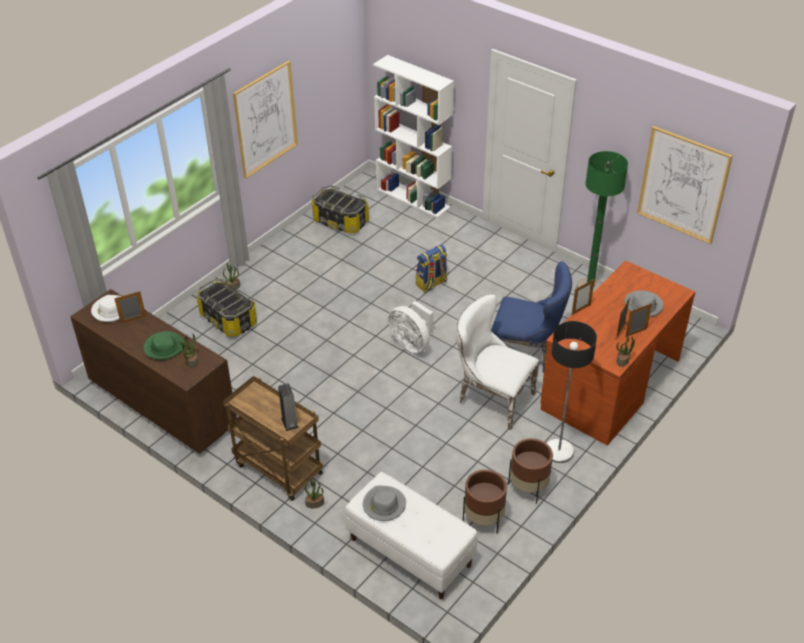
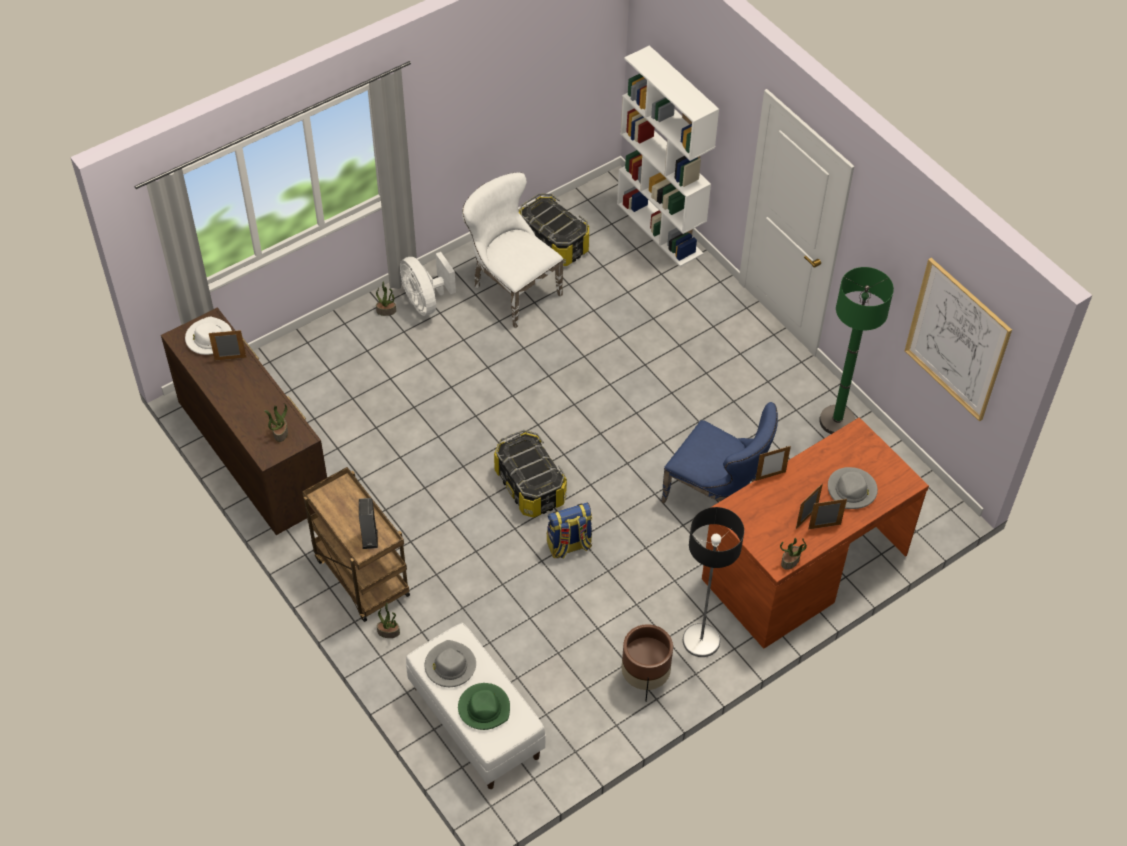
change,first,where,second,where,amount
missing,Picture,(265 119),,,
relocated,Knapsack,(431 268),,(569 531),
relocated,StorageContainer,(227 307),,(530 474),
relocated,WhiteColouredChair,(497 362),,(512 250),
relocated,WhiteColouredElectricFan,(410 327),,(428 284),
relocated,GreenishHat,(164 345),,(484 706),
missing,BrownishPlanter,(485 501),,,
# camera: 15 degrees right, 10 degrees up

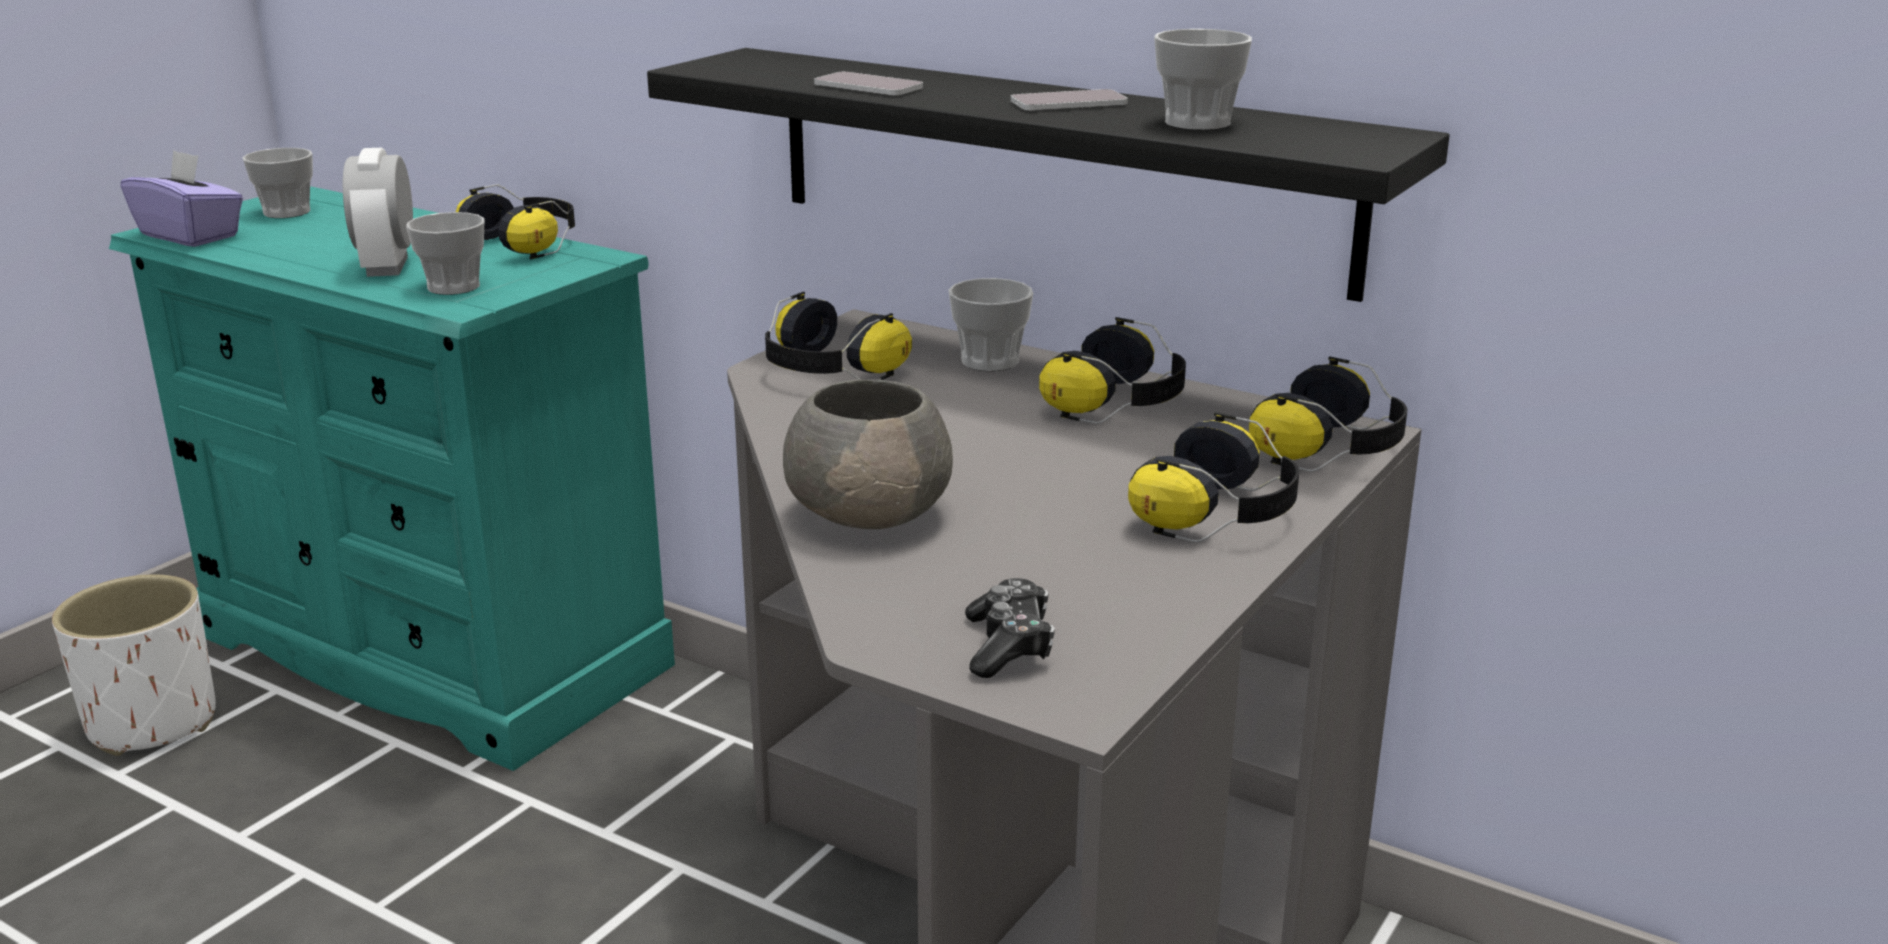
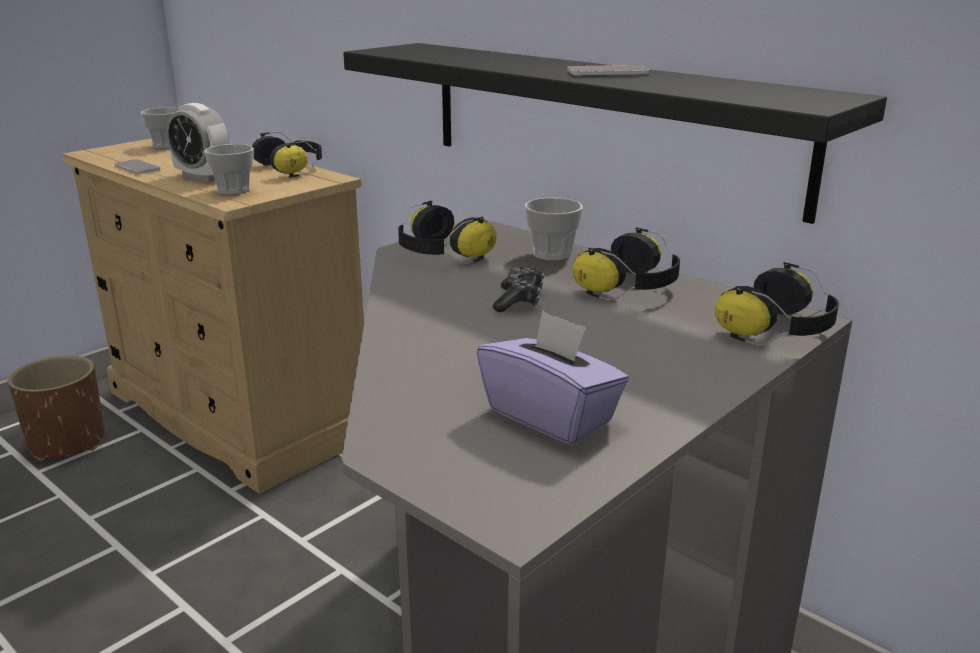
change,first,where,second,where,amount
missing,SmallCup,(1203 79),,,
relocated,Telephone,(868 83),,(137 166),
spun,TableClock,(378 212),,(197 142),60 degrees counterclockwise
relocated,PurpleColouredBoxOfTissues,(182 198),,(553 377),
colour,TurquoiseColouredDresser,(392 478),BeigeColouredDresser,(212 316),
missing,GreyishServingBowl,(868 454),,,
missing,PairOfHeadphones,(1213 477),,,
colour,WhiteColouredPlanter,(134 665),BrownishPlanter,(56 408),
relocated,Gamepad,(1010 628),,(518 289),
# camera: 10 degrees right, 0 degrees up

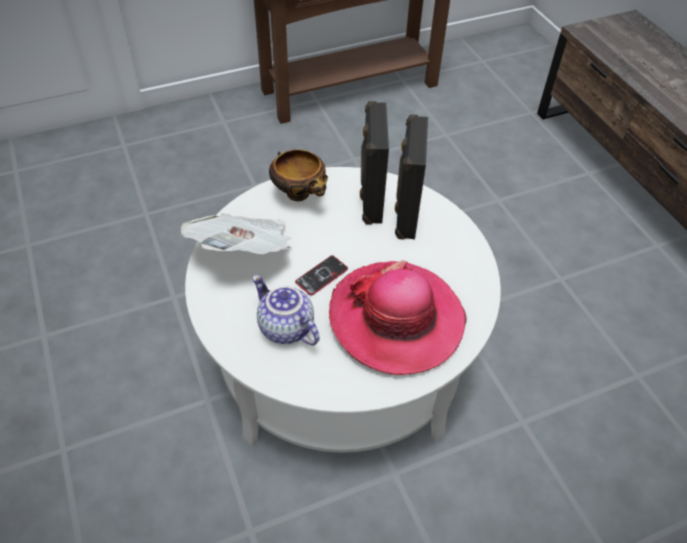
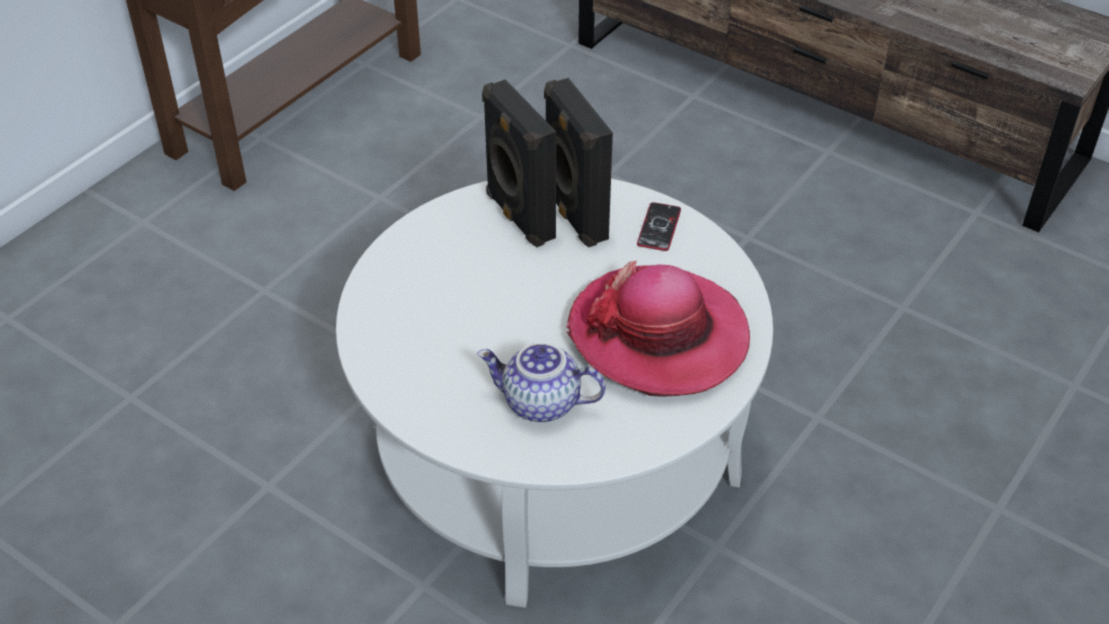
change,first,where,second,where,amount
missing,ServingBowl,(298 175),,,
missing,PrintedPaper,(236 233),,,
relocated,Telephone,(321 275),,(659 226),
# camera: 30 degrees left, 5 degrees down

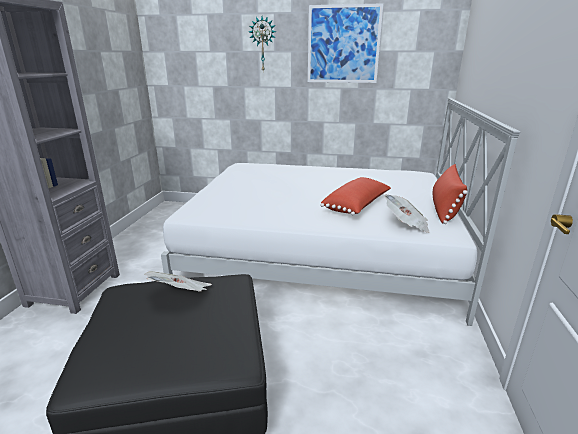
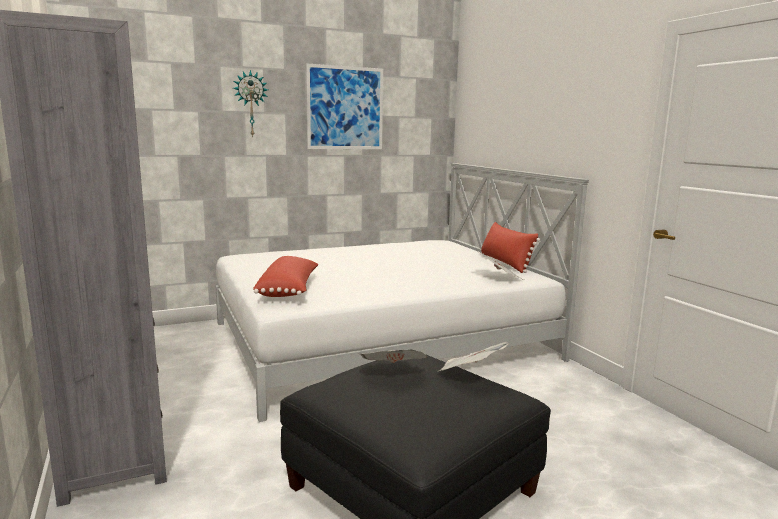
change,first,where,second,where,amount
relocated,RedThrowPillow,(356 196),,(286 276),
appeared,,,PrintedPaper,(474 356),
# camera: 35 degrees left, 10 degrees down

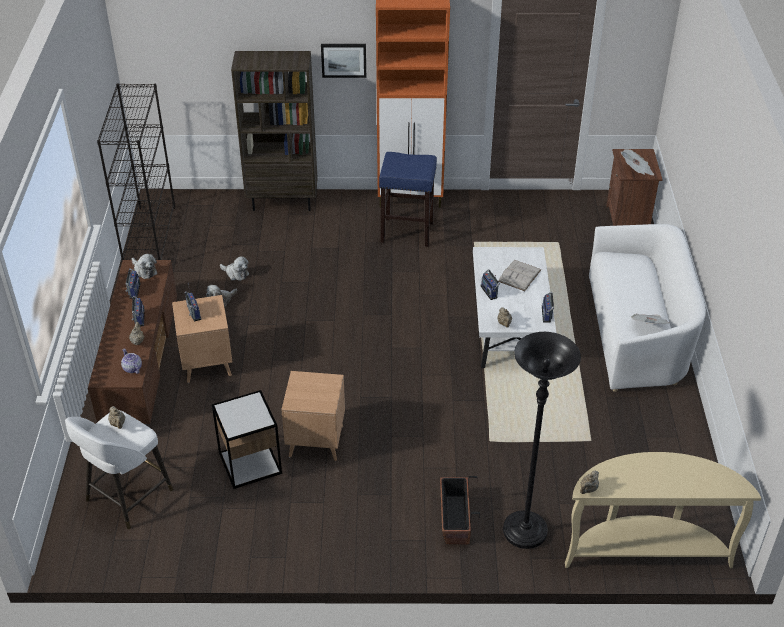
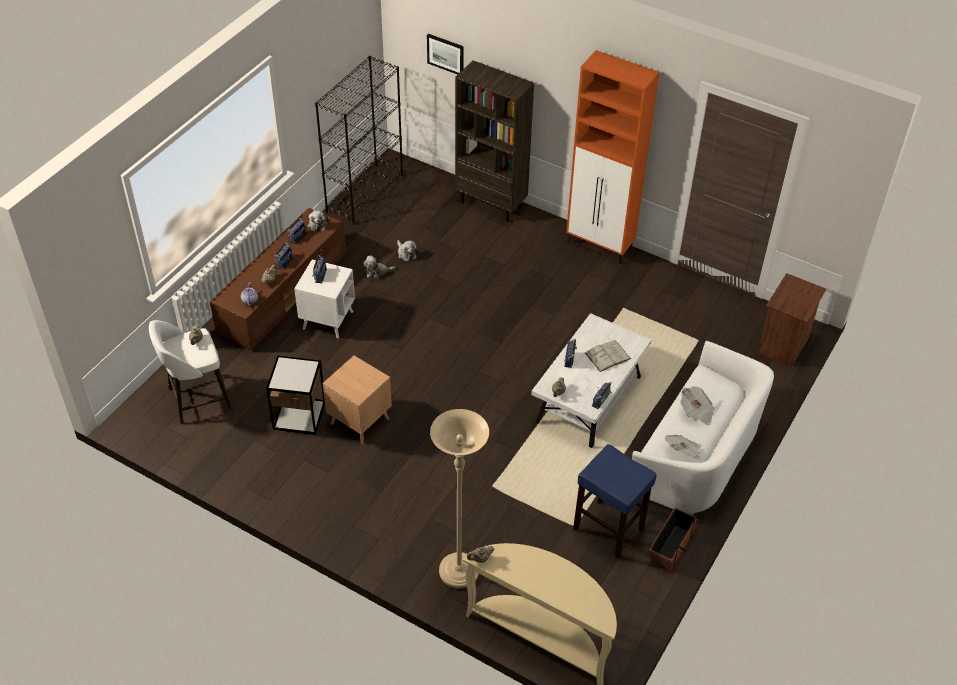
change,first,where,second,where,amount
relocated,Picture,(343 61),,(445 54),
relocated,PrintedPaper,(637 162),,(697 406),
relocated,BlueColouredStool,(408 199),,(615 501),
colour,BrownishEndTable,(202 339),WhiteColouredEndTable,(324 299),
colour,BlackStandingLamp,(542 440),BeigeColouredStandingLamp,(459 499),
relocated,Planter,(460 510),,(676 539),
# camera: 30 degrees right, 5 degrees up

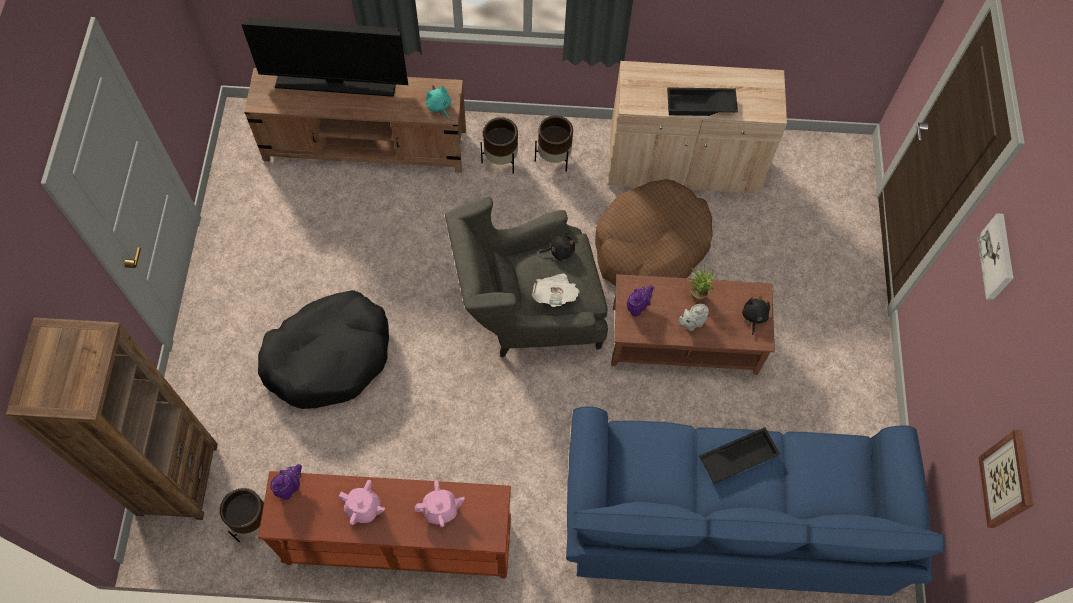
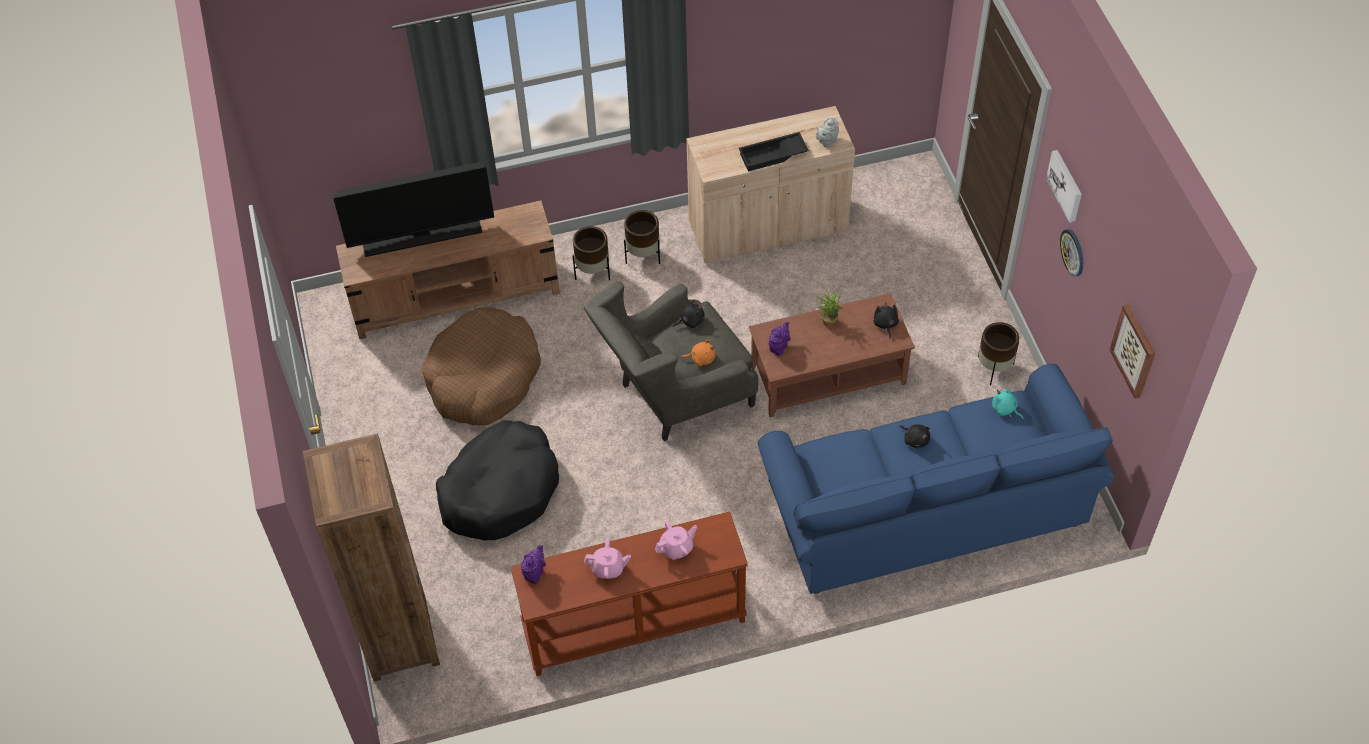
change,first,where,second,where,amount
relocated,TurquoiseColouredSoftToy,(438 102),,(1007 403),
relocated,BrownishPetBed,(654 232),,(481 367),
exchanged,PrintedPaper,(556 290),OrangeColouredSoftToy,(698 352),
relocated,GreyishTeapot,(693 317),,(827 133),
exchanged,BlackTray,(739 455),BlackSoftToy,(914 436),
relocated,BrownishPlanter,(242 515),,(998 353),
appeared,,,HangingClock,(1071 252),
# camera: 15 degrees left, 10 degrees down

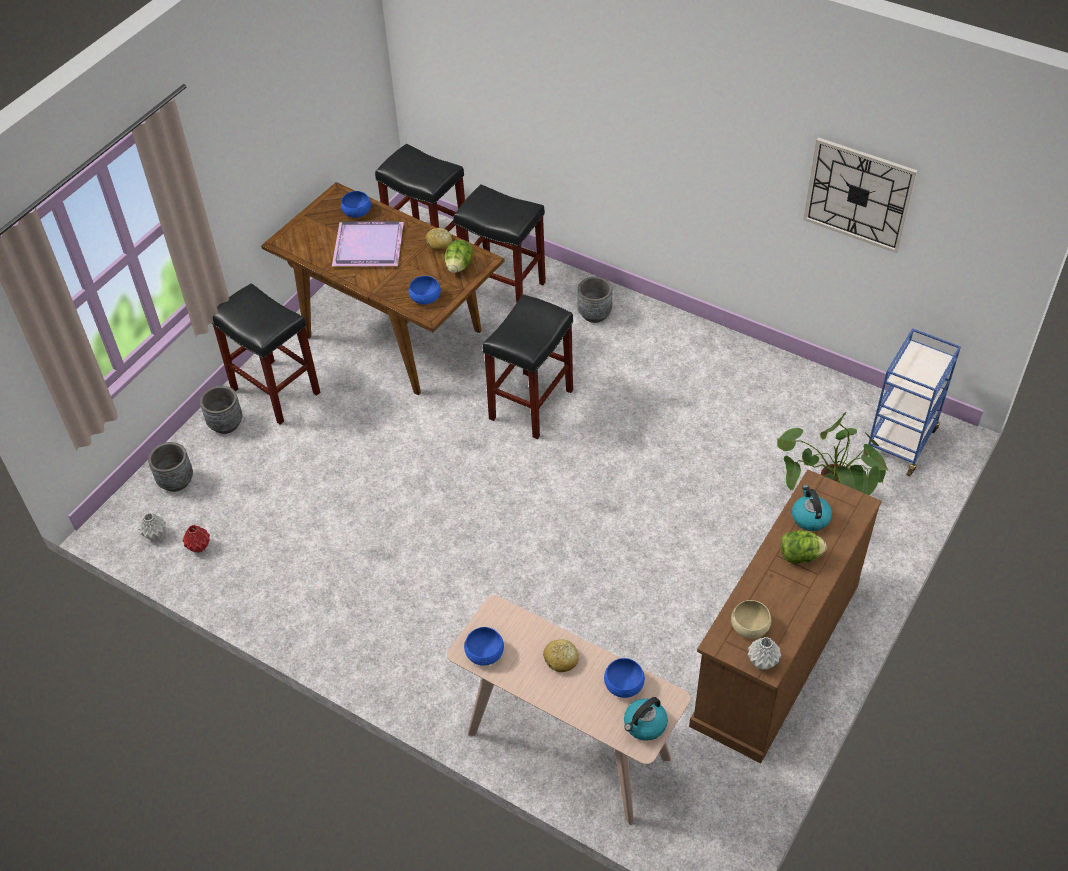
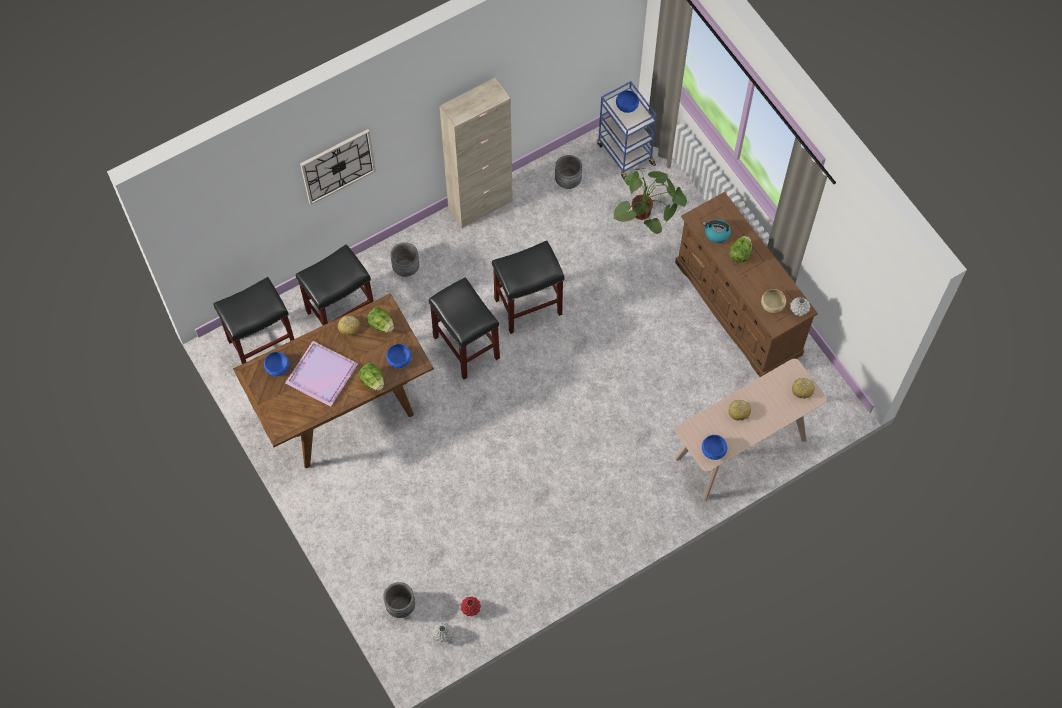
change,first,where,second,where,amount
relocated,HangingClock,(860 195),,(338 167),
relocated,BlackStool,(265 354),,(528 287),
relocated,GreyishPlanter,(221 410),,(568 172),
relocated,BlueColouredServingBowl,(624 678),,(627 101),
exchanged,Kettle,(646 719),Bread,(803 388),
appeared,,,BeigeColouredStorageCabinet,(476 152),
appeared,,,LettuceHead,(371 377),
# camera: 65 degrees left, 15 degrees up

